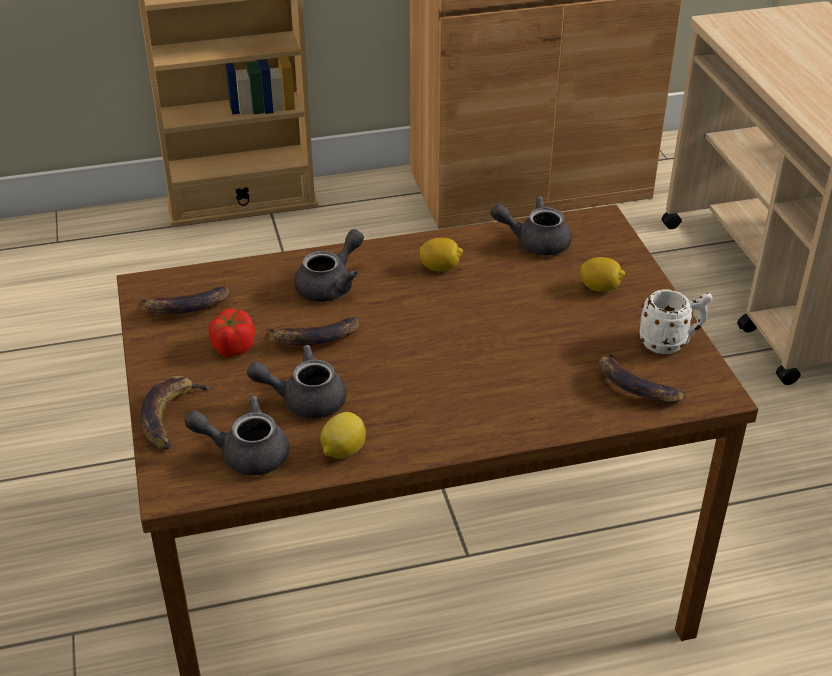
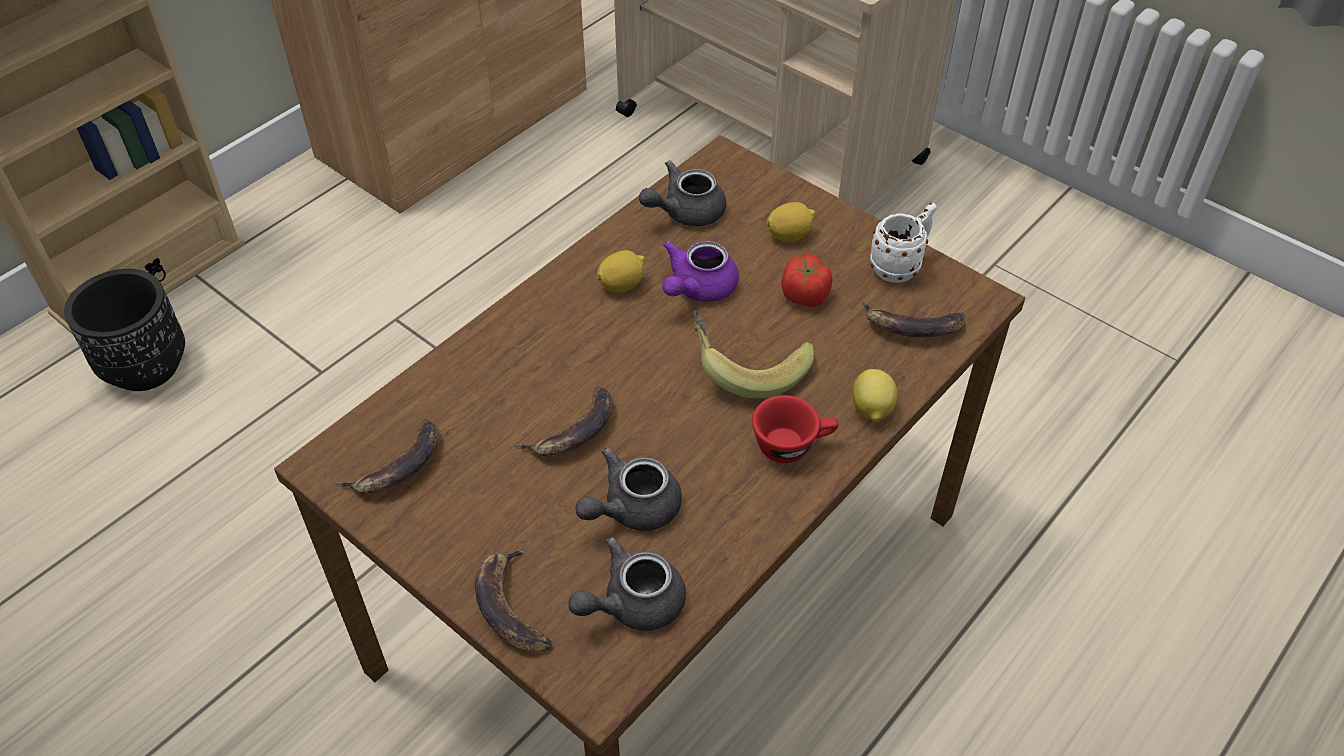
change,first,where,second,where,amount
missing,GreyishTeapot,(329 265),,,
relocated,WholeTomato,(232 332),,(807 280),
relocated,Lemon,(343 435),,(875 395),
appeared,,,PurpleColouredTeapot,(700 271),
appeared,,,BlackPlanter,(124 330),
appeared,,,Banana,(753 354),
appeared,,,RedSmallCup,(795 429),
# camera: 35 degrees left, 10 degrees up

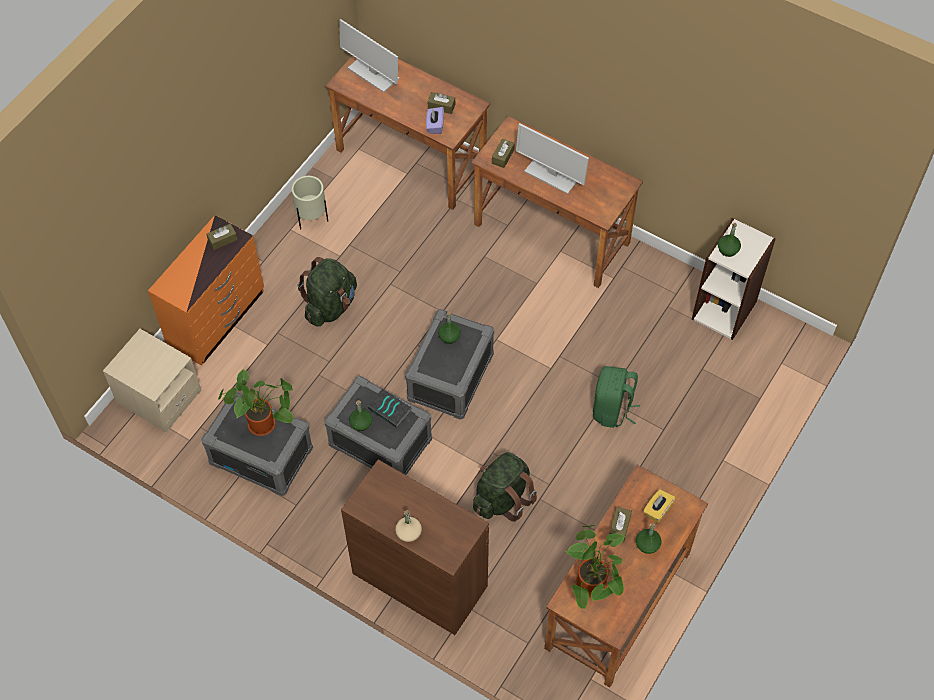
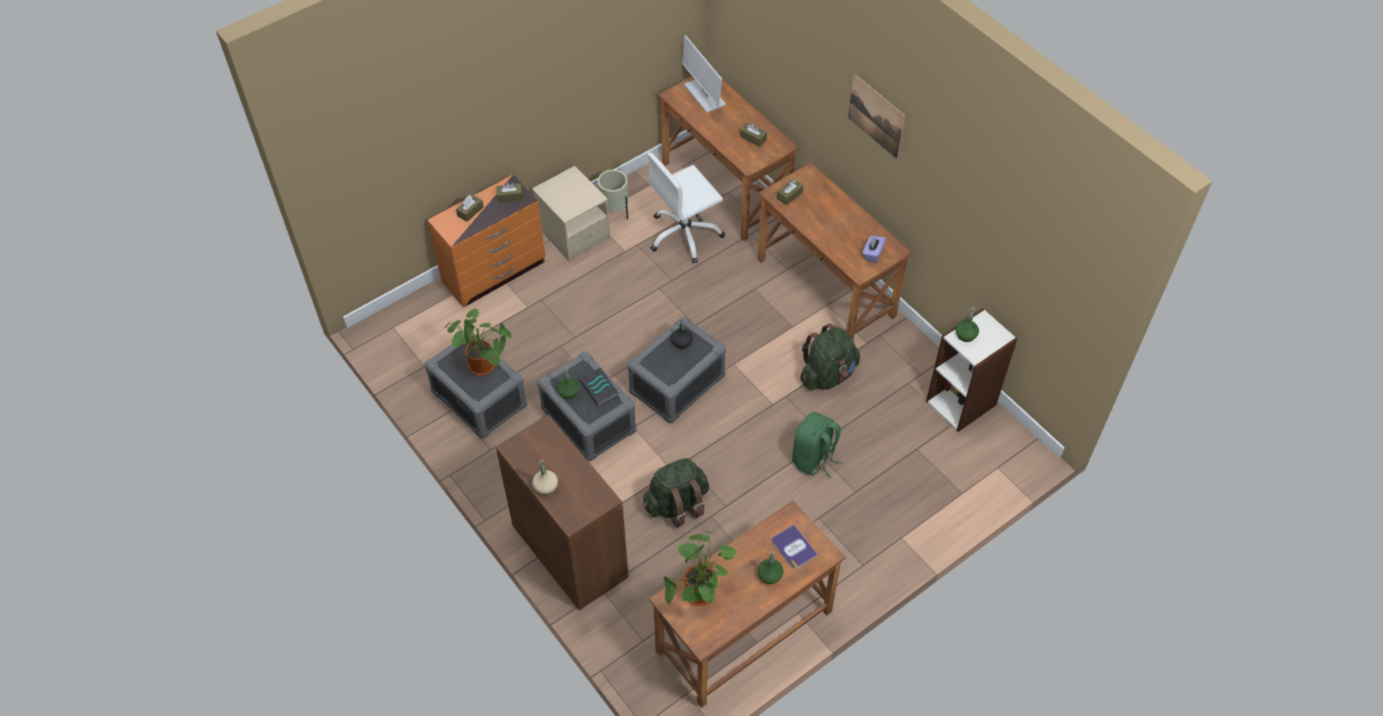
change,first,where,second,where,amount
relocated,PurpleColouredBoxOfTissues,(435 120),,(874 249),
missing,ComputerScreen,(552 158),,,
relocated,GreenishKnapsack,(327 292),,(830 357),
colour,GreenishBottle,(449 328),BlackBottle,(682 332),
relocated,BeigeColouredNightTable,(152 381),,(571 213),
exchanged,YellowishBoxOfTissues,(659 506),BoundBook,(795 546),
relocated,BrownishBoxOfTissues,(620 524),,(470 208),
appeared,,,Picture,(876 116),
appeared,,,WhiteColouredOfficeChair,(686 207),
# camera: 20 degrees right, 5 degrees down

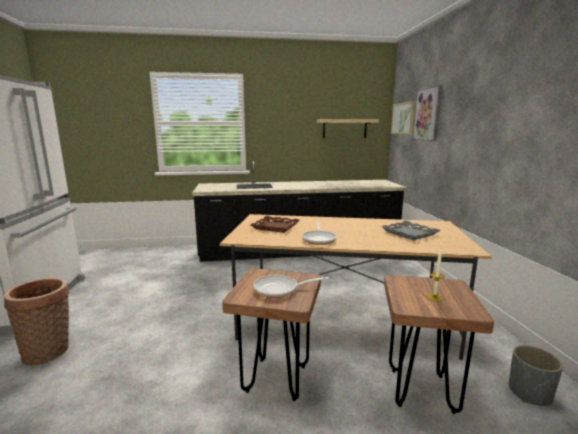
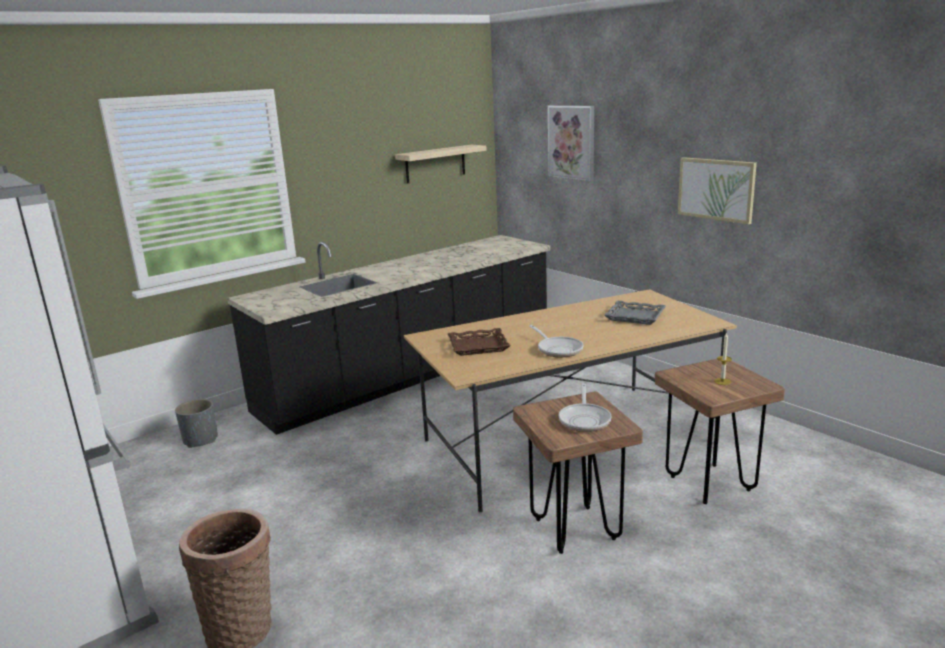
change,first,where,second,where,amount
relocated,Picture,(403 118),,(717 190),
spun,FryingPan,(291 286),,(584 407),45 degrees counterclockwise
relocated,GreyishPlanter,(536 375),,(196 423),
# camera: 30 degrees left, 5 degrees up

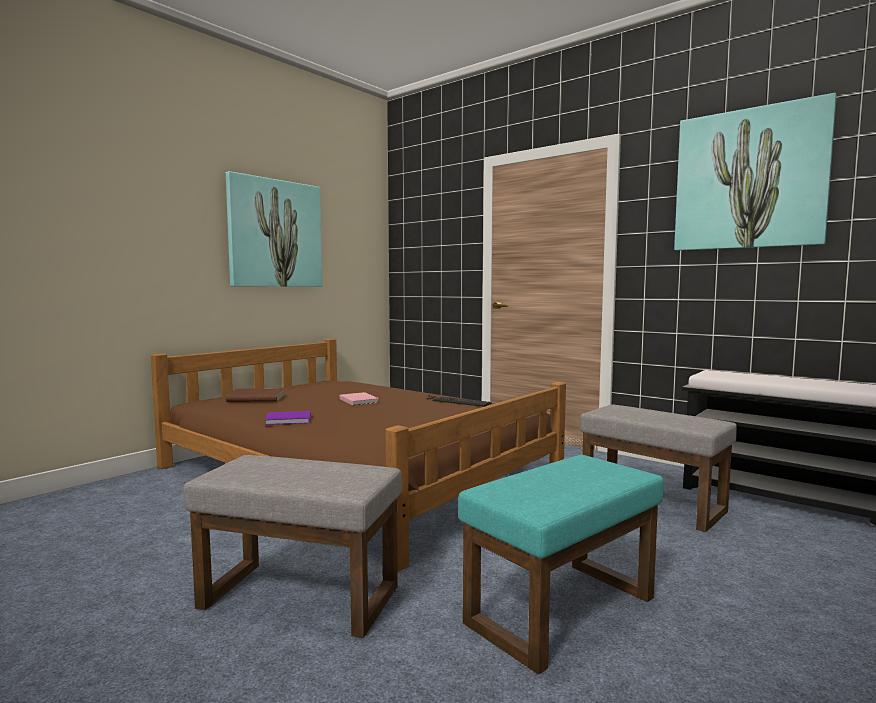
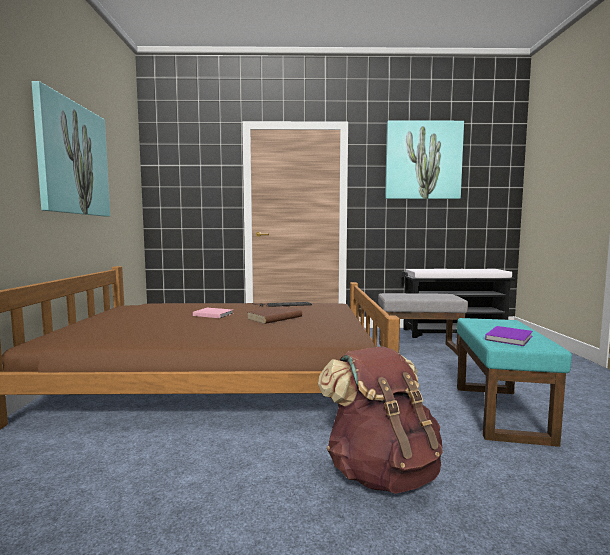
change,first,where,second,where,amount
relocated,BrownishBoundBook,(255 395),,(275 315),
relocated,PurpleColouredBoundBook,(288 418),,(509 336),
exchanged,GreyishOttoman,(292 546),BrownishKnapsack,(380 420),
# camera: 40 degrees left, 0 degrees up

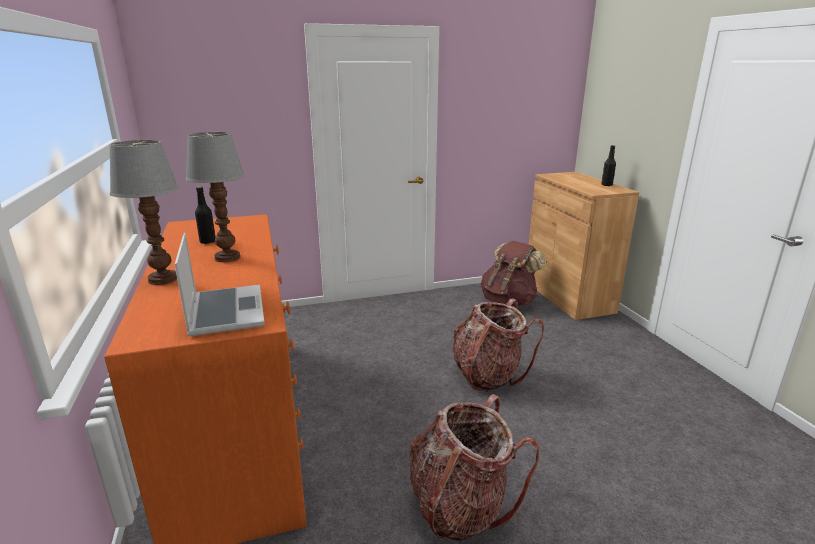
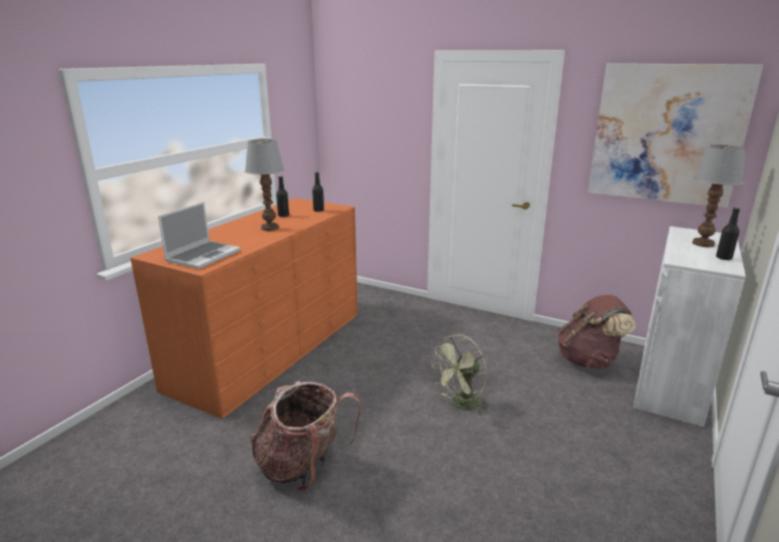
change,first,where,second,where,amount
relocated,LampForATable,(144 212),,(718 196),
colour,BrownishStorageCabinet,(584 246),WhiteColouredStorageCabinet,(689 326),
exchanged,Knapsack,(498 345),GreenishElectricFan,(460 375),
appeared,,,Picture,(675 135),
appeared,,,BlackBottle,(318 192),
# camera: 45 degrees right, 0 degrees up

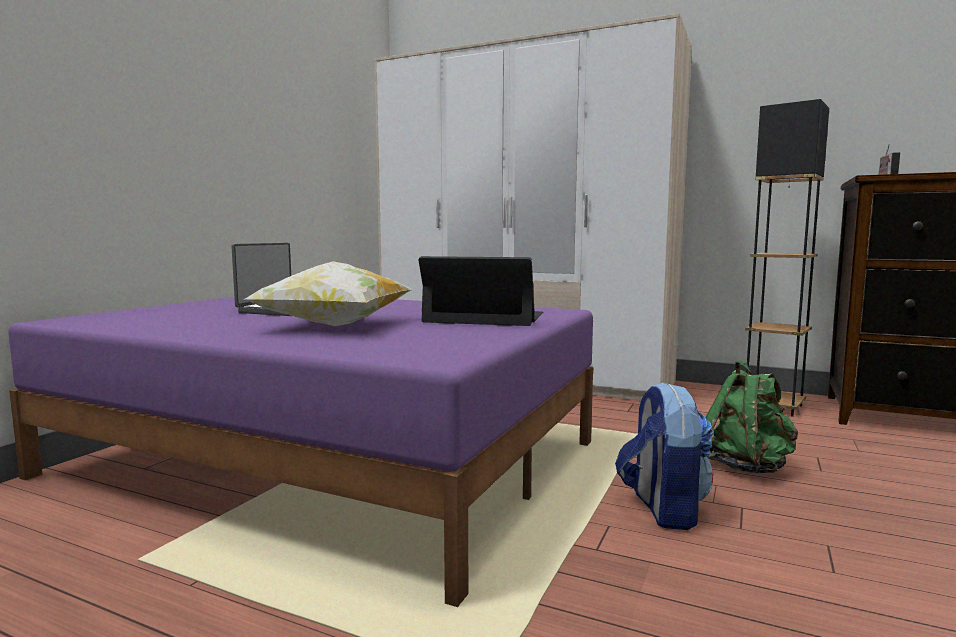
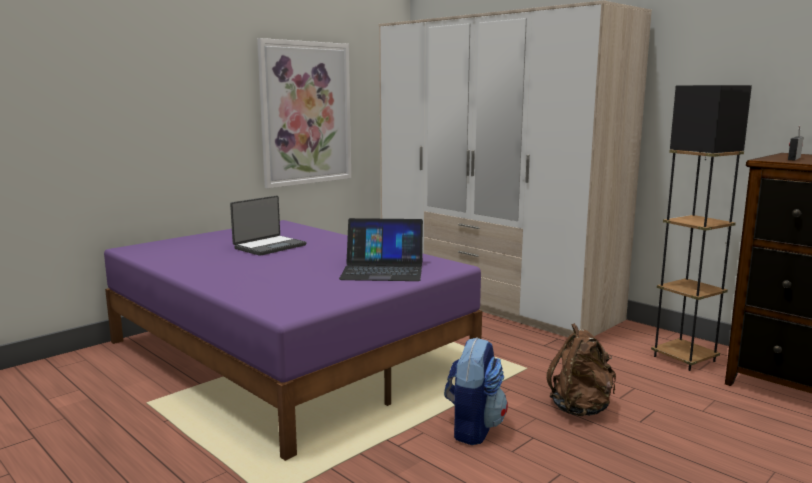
change,first,where,second,where,amount
spun,Laptop,(480 291),,(381 249),150 degrees clockwise
missing,ThrowPillow,(328 294),,,
colour,GreenishKnapsack,(752 416),BrownishKnapsack,(581 369),
appeared,,,Picture,(304 113),
# camera: 20 degrees right, 5 degrees up

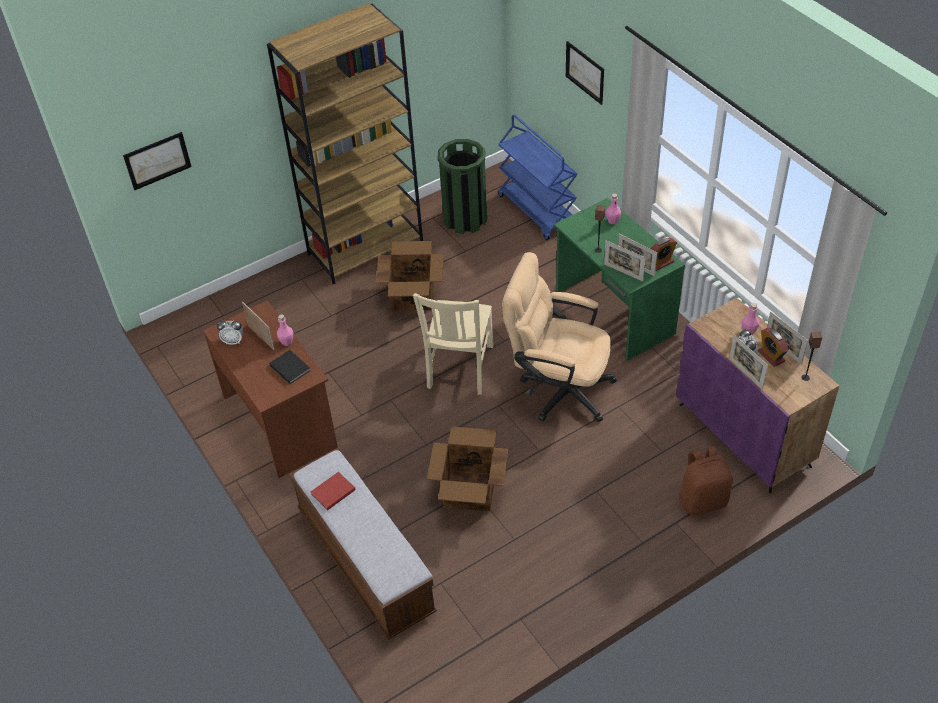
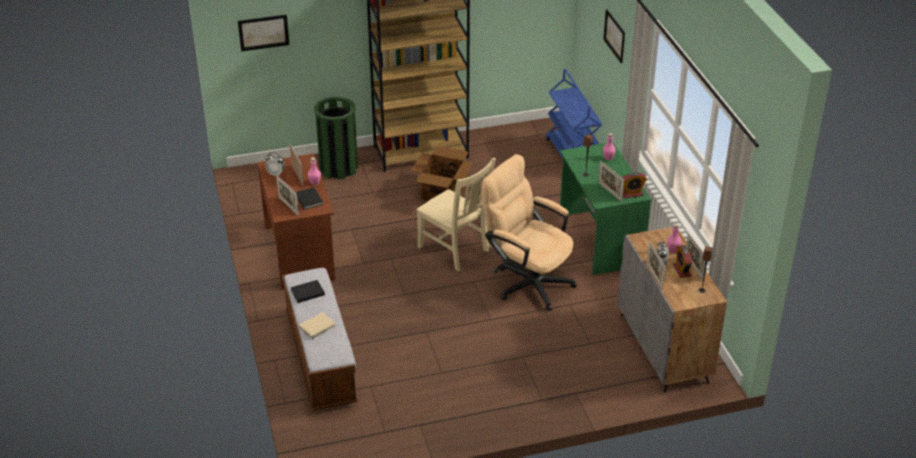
change,first,where,second,where,amount
relocated,GreenishRubbishBin,(462 186),,(336 138),
relocated,PhotoFrame,(625 260),,(287 195),
spun,BeigeColouredChair,(453 344),,(456 214),75 degrees counterclockwise
colour,PurpleColouredStorageCabinet,(758 396),GreyishStorageCabinet,(672 310),
missing,Carton,(468 469),,,
missing,BrownishKnapsack,(705 480),,,
colour,RedBoundBook,(333 491),BlackBoundBook,(308 291),
appeared,,,BeigeColouredBoundBook,(317 325),
# camera: 15 degrees right, 10 degrees down

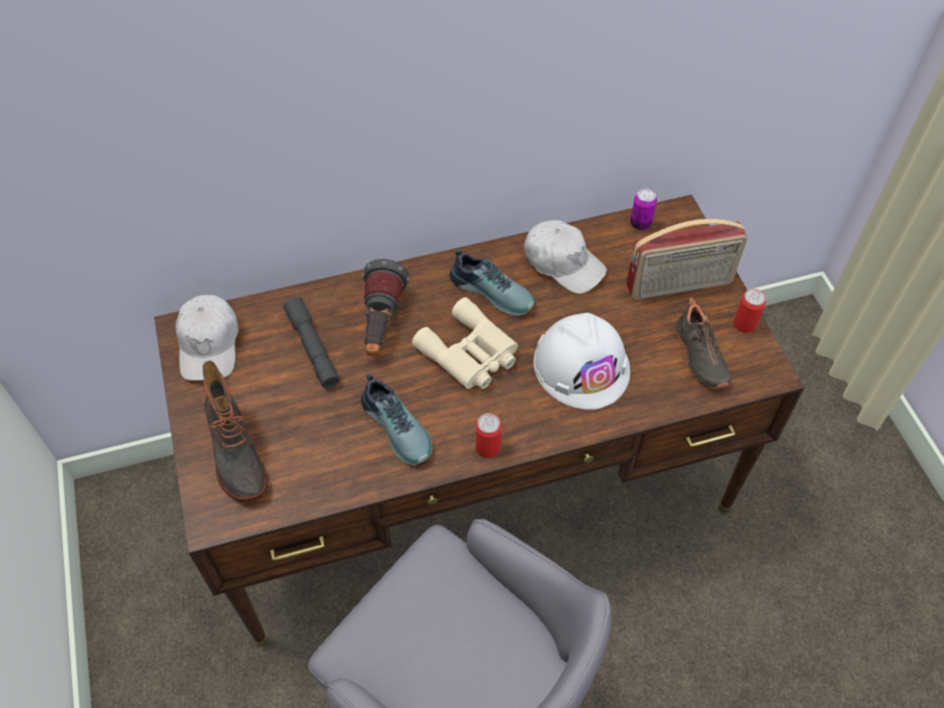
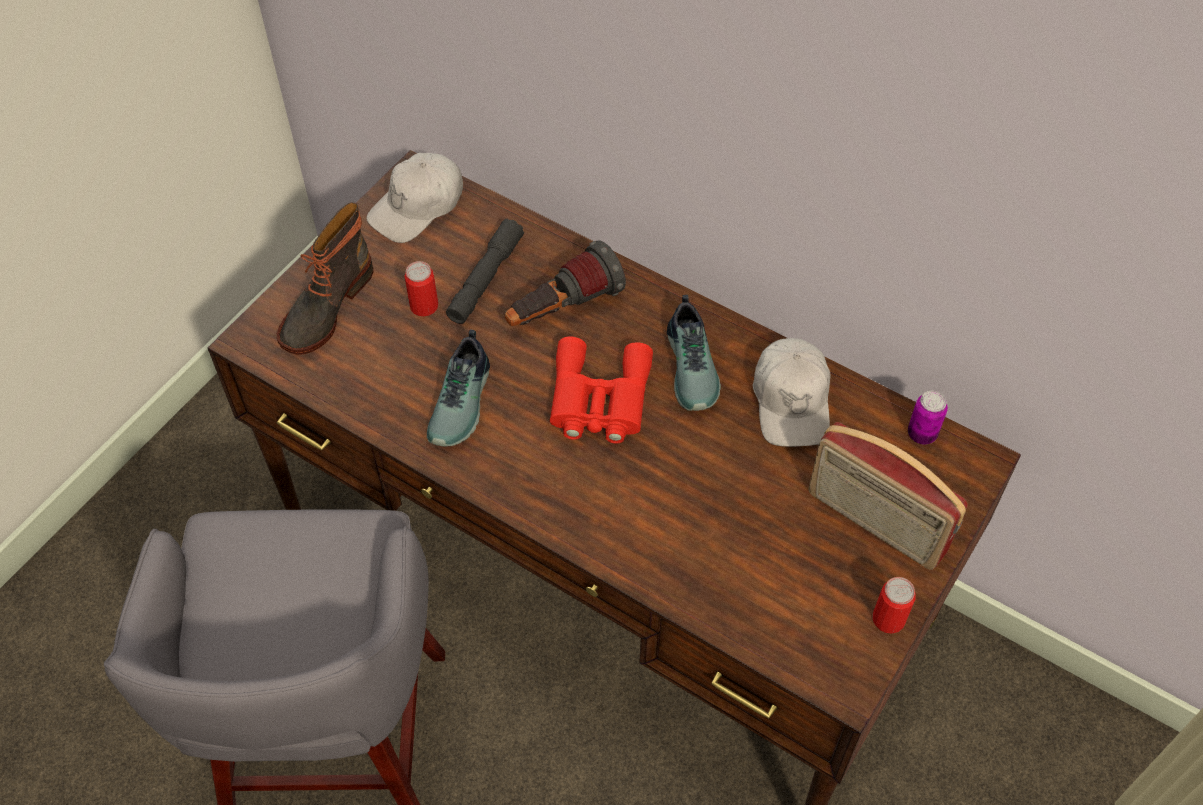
change,first,where,second,where,amount
colour,BeigeColouredFieldGlasses,(465 343),RedFieldGlasses,(601 390),
missing,BlackShoe,(703 343),,,
missing,WhiteColouredSafetyHelmet,(582 361),,,
relocated,MetalCan,(489 435),,(421 288),
# camera: 50 degrees right, 0 degrees up

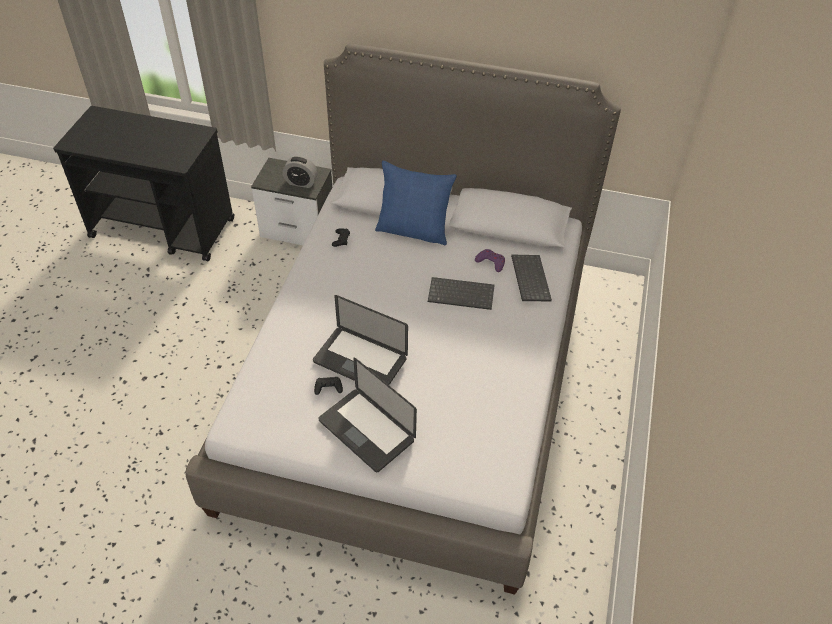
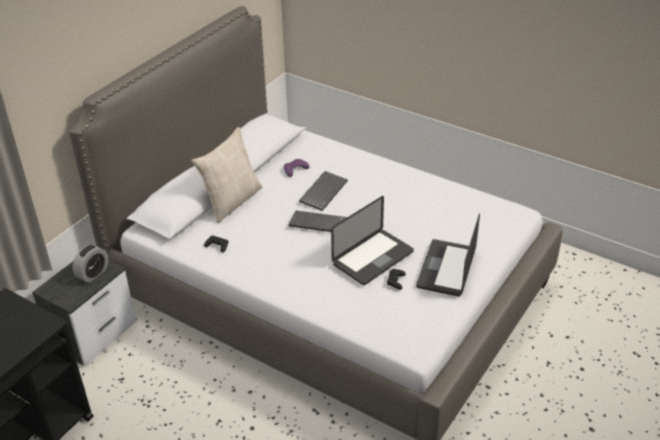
change,first,where,second,where,amount
colour,BlueColouredThrowPillow,(416 203),BeigeColouredThrowPillow,(227 175),
relocated,ComputerKeyboard,(531 278),,(317 221),
spun,Laptop,(367 415),,(448 254),135 degrees clockwise
# camera: 70 degrees left, 10 degrees down

